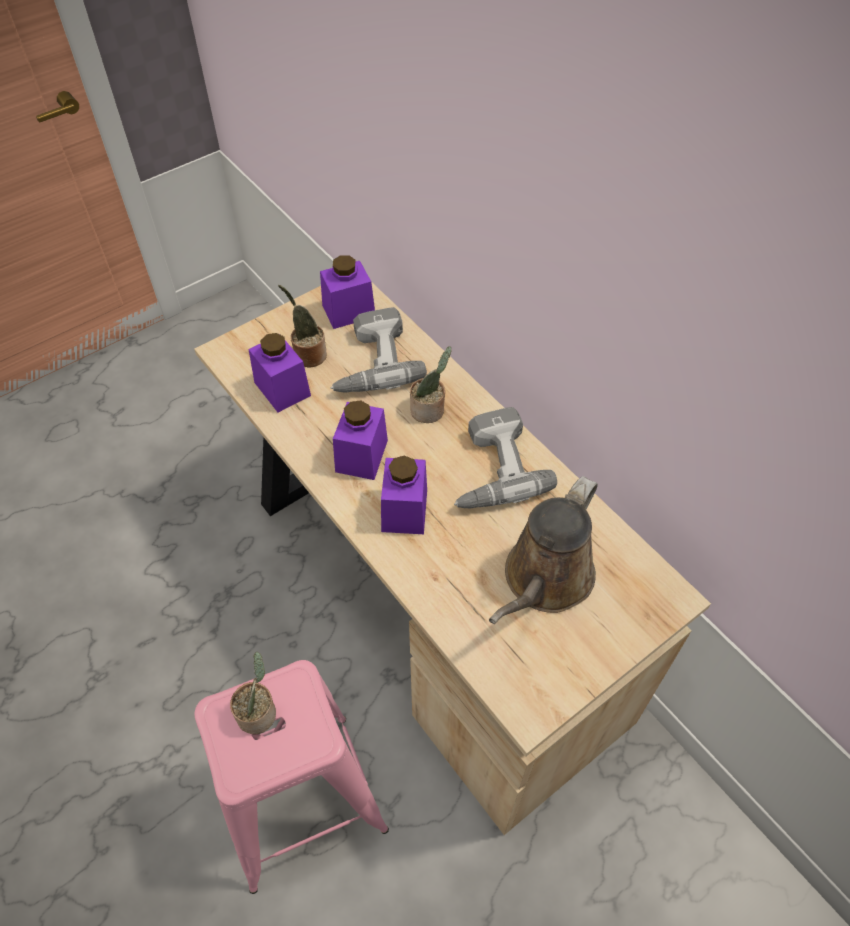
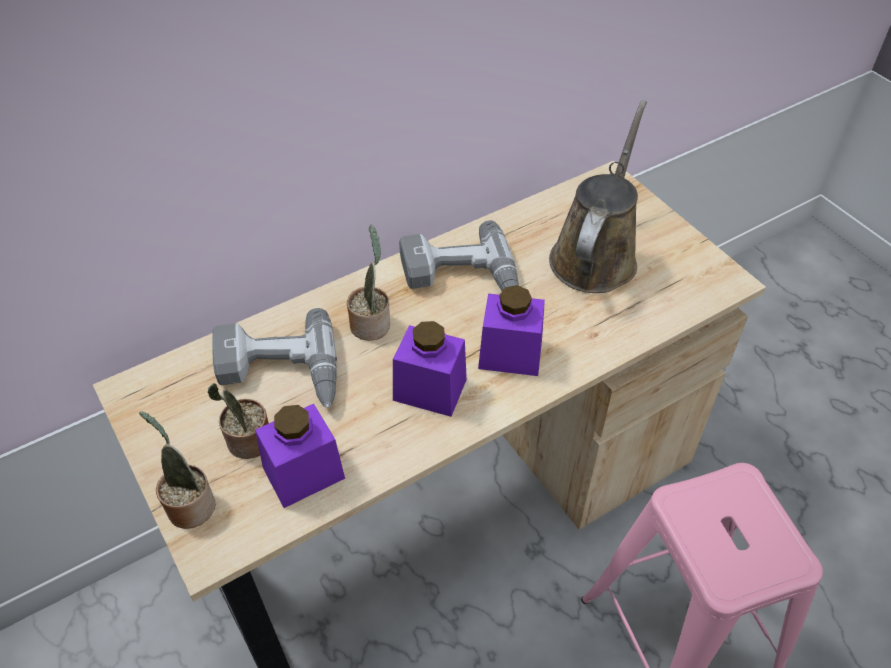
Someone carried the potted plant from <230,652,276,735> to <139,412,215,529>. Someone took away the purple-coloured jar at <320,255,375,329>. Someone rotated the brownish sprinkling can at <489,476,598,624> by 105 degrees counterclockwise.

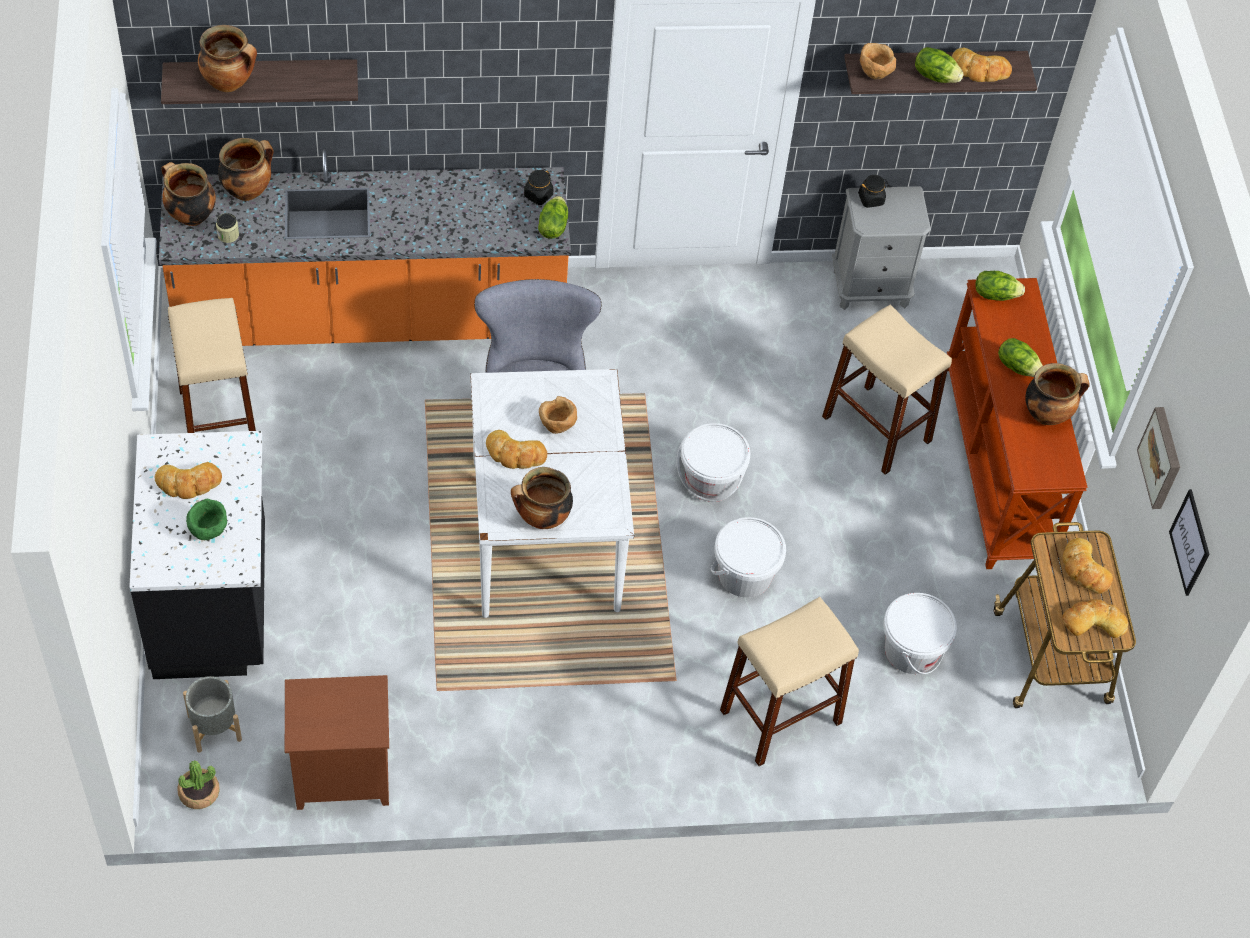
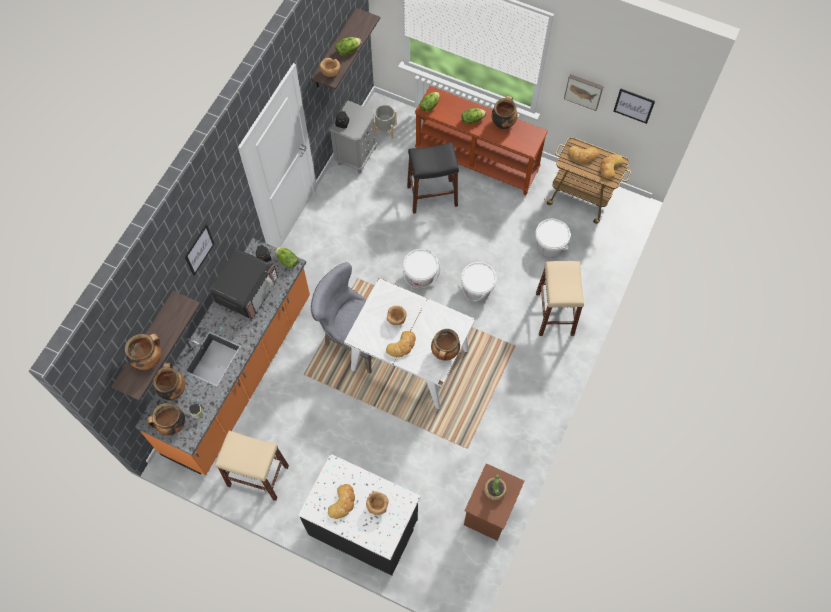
Someone carried the potted plant from <177,760,220,809> to <484,475,507,500>. Someone carried the grey flower pot from <183,676,242,753> to <374,105,397,139>. Someone repainted the green-coloured deep dish at <186,499,227,540>, which became the brownish deep dish at <366,492,388,515>. Someone repainted the beige stool seat at <822,305,952,475>, which became the blackish stool seat at <407,142,459,214>. Someone took away the baked bread at <952,48,1012,82>. Someone put up the wall picture at <185,224,214,276>. Someone put down the kitchen microwave at <210,249,278,319>.

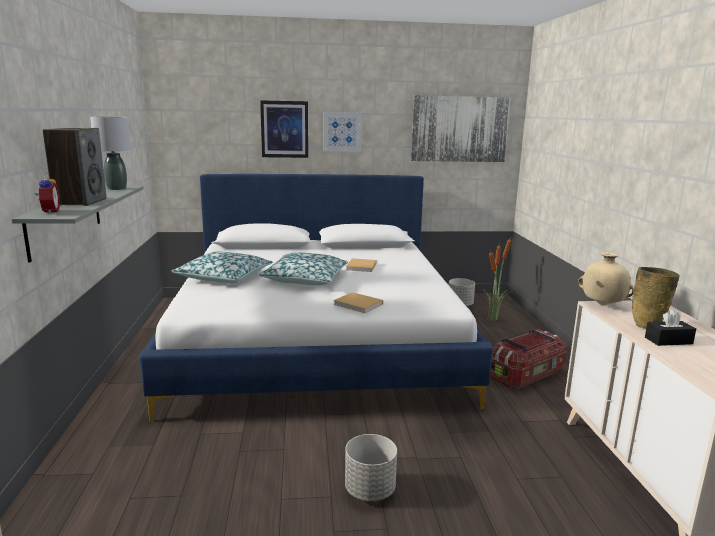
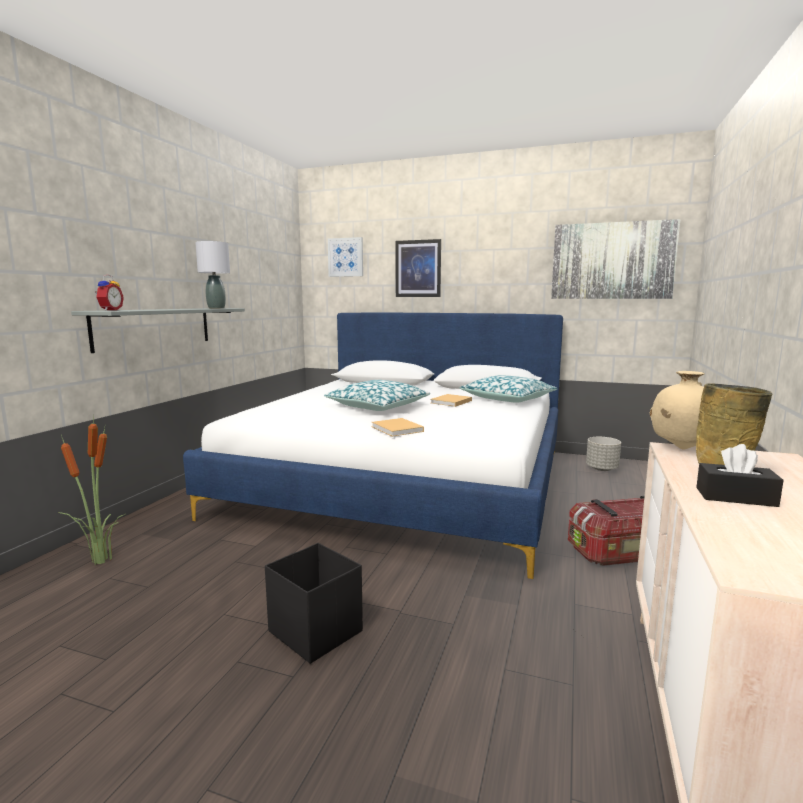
Someone took away the loudspeaker at <43,128,107,206>. Someone carried the throw pillow from <171,251,273,283> to <459,375,558,403>. Someone carried the wall picture from <323,112,362,152> to <328,237,363,277>. Someone swapped the grey flower pot at <345,434,397,501> for the blackish storage bin at <265,543,363,664>. Someone carried the potted plant from <482,238,511,321> to <58,415,125,565>.

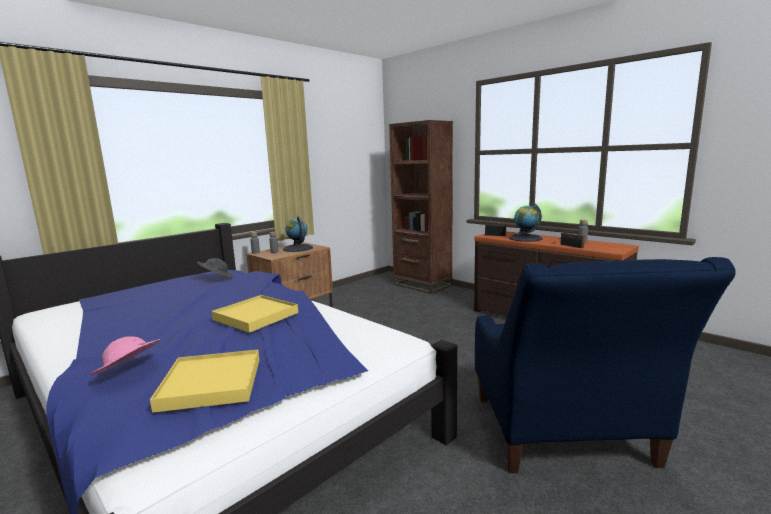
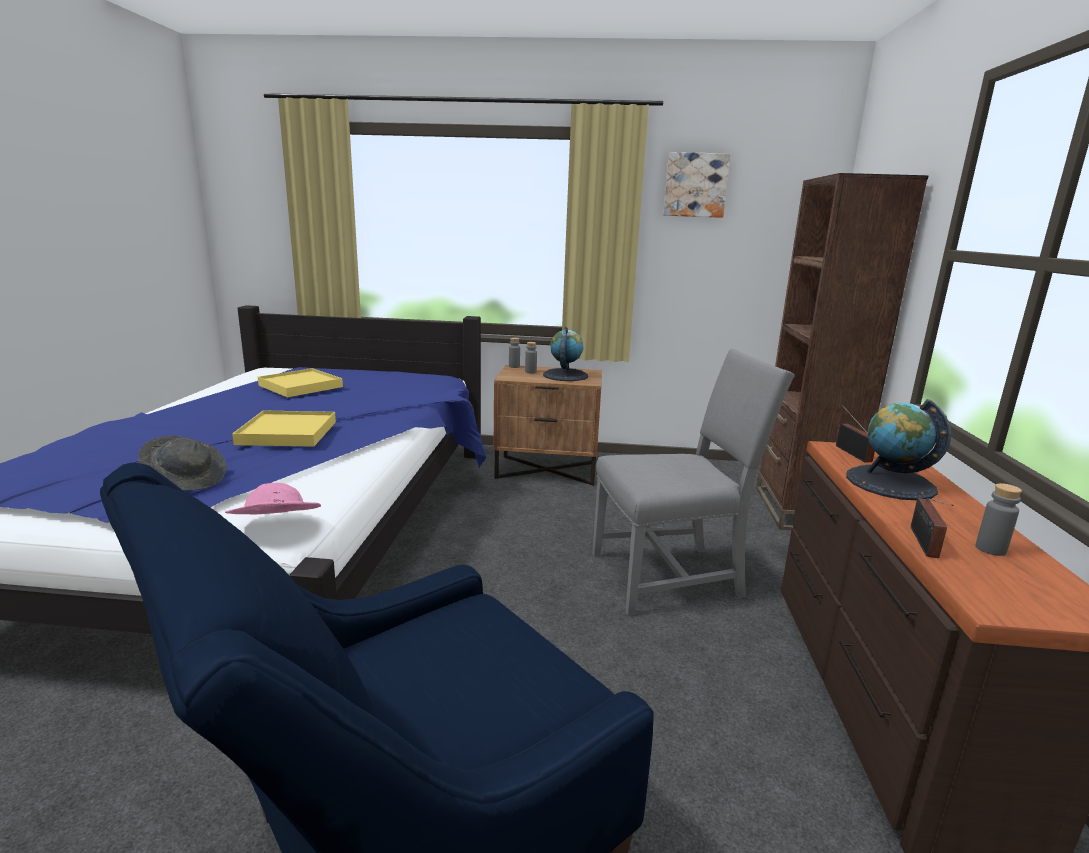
Someone carried the pinkish hat from <89,336,160,376> to <225,483,321,514>. Someone carried the yellow tray from <150,350,259,413> to <258,368,343,397>. Someone carried the grey hat from <197,258,234,277> to <138,436,226,491>. Someone put down the grey plain chair at <592,349,795,616>. Someone put up the wall picture at <663,152,731,218>.

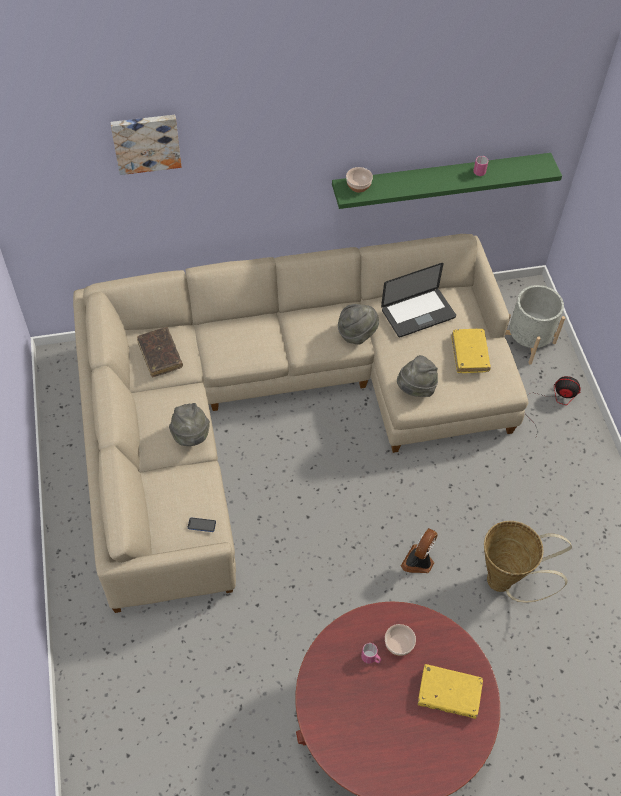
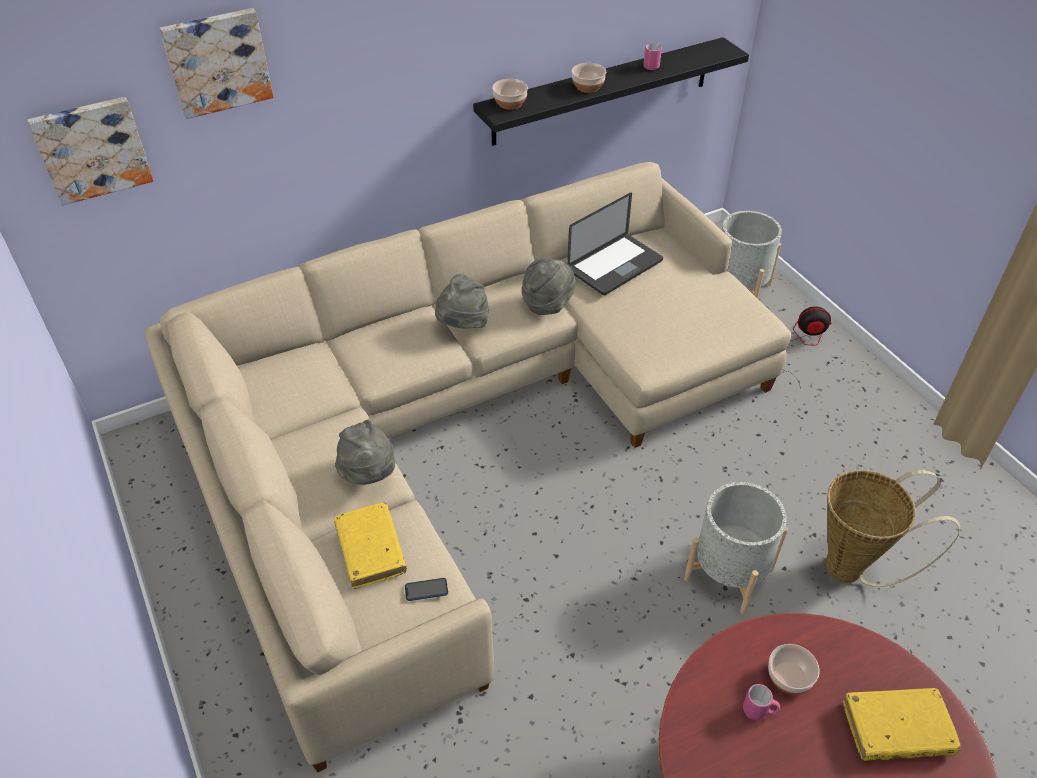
Someone took away the brownish book at <137,327,183,377>. Someone repainted the green-coloured bracket shelf at <332,153,562,209>, which became the blackish bracket shelf at <473,37,749,146>. Someone carried the grey hat from <397,355,438,397> to <435,274,489,328>. Someone swapped the fan at <401,528,438,573> for the grey flower pot at <684,482,788,614>. Someone carried the yellow book from <451,329,491,373> to <334,503,407,589>. Someone put up the wall picture at <27,97,153,205>. Someone put down the deep dish at <571,63,606,93>.

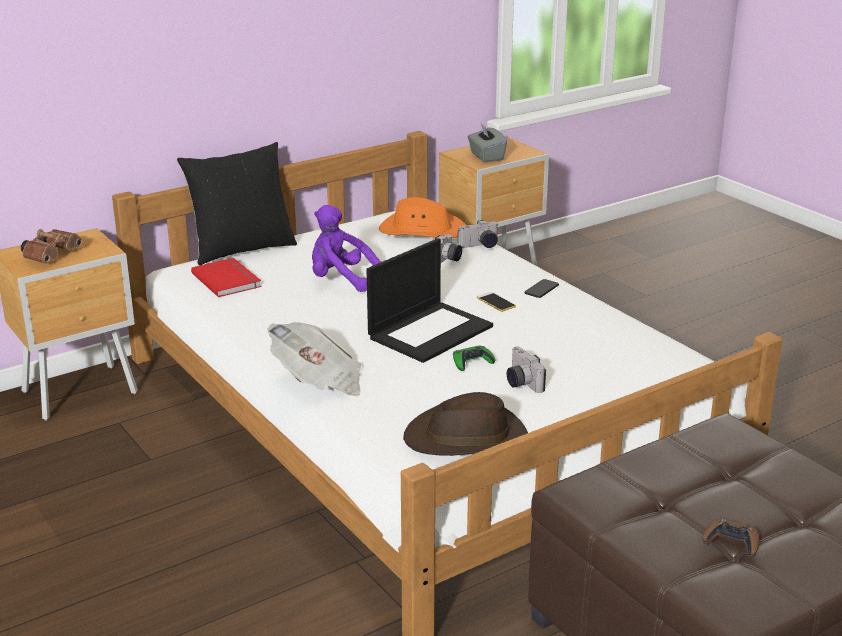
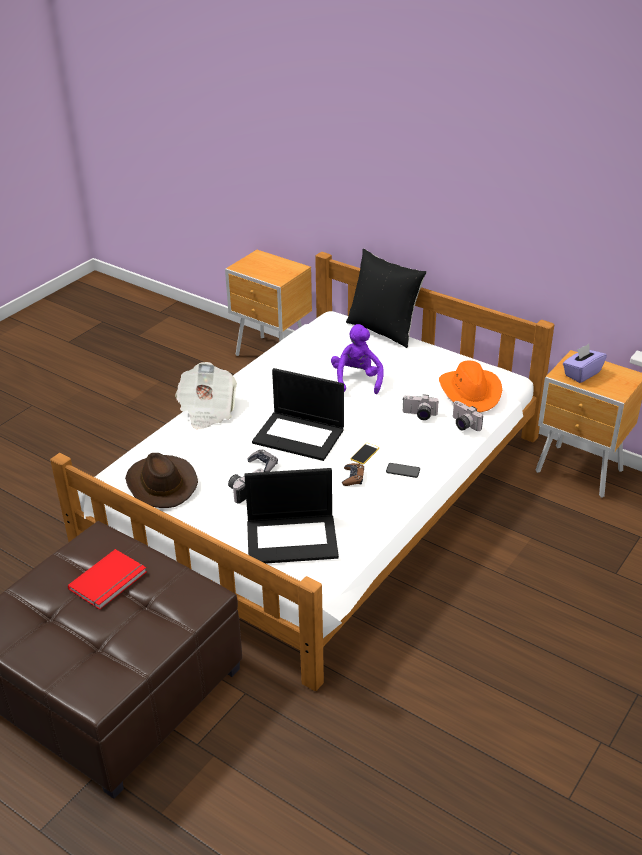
Someone took away the brownish binoculars at <21,229,83,264>. Someone carried the reddish book from <191,258,262,297> to <68,549,147,610>. Someone repainted the green-coloured gamepad at <453,346,495,371>, which became the grey gamepad at <247,450,278,472>. Someone repainted the grey tissue box at <468,124,507,162>, which became the purple-coloured tissue box at <563,344,607,383>. Someone carried the brownish gamepad from <703,518,759,557> to <342,463,364,486>. Someone put down the laptop at <244,468,339,564>.

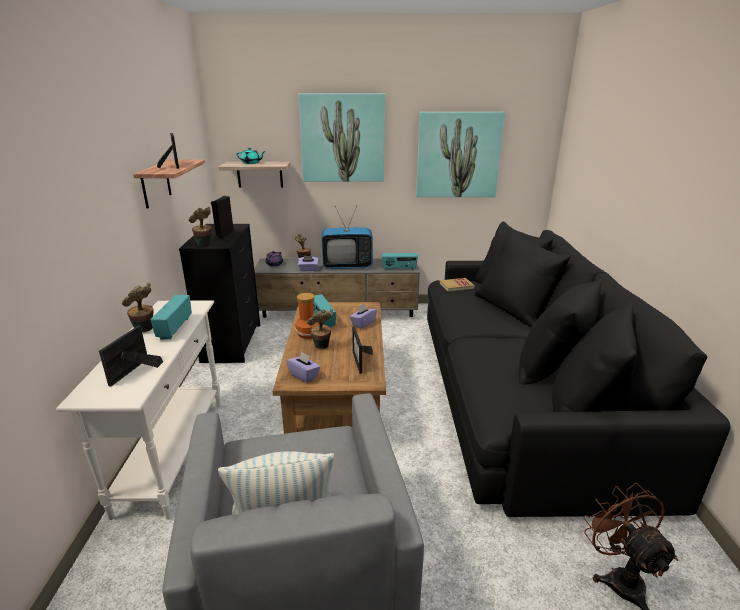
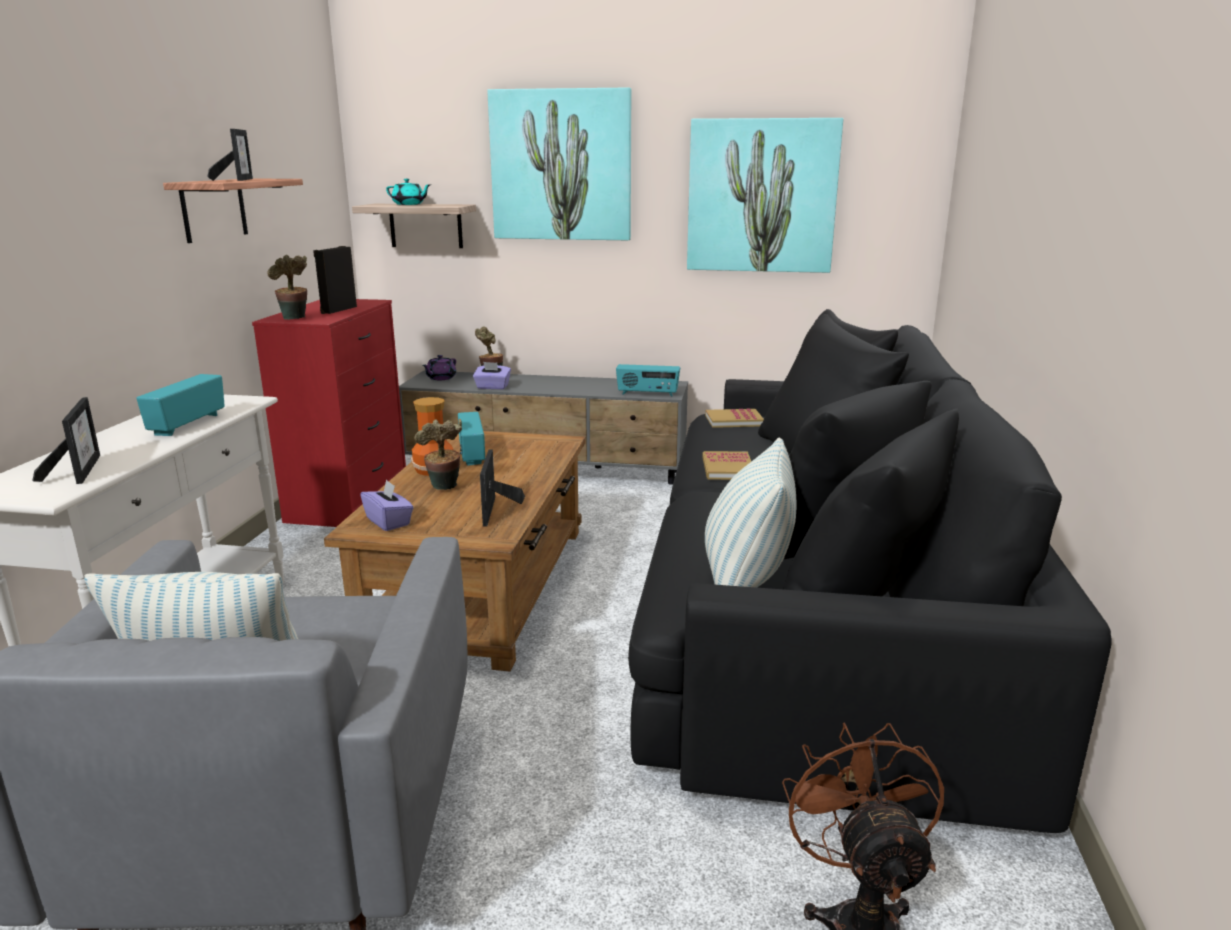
Someone rotated the standing frame at <99,326,163,387> by 135 degrees clockwise. Someone took away the potted plant at <122,283,153,333>. Someone repainted the blackish dresser at <179,224,260,363>, which became the reddish dresser at <252,299,406,527>. Someone took away the TV set at <322,206,373,269>. Someone took away the purple-coloured tissue box at <350,304,377,329>. Someone put down the book at <702,451,751,480>. Someone put down the throw pillow at <705,437,796,588>.

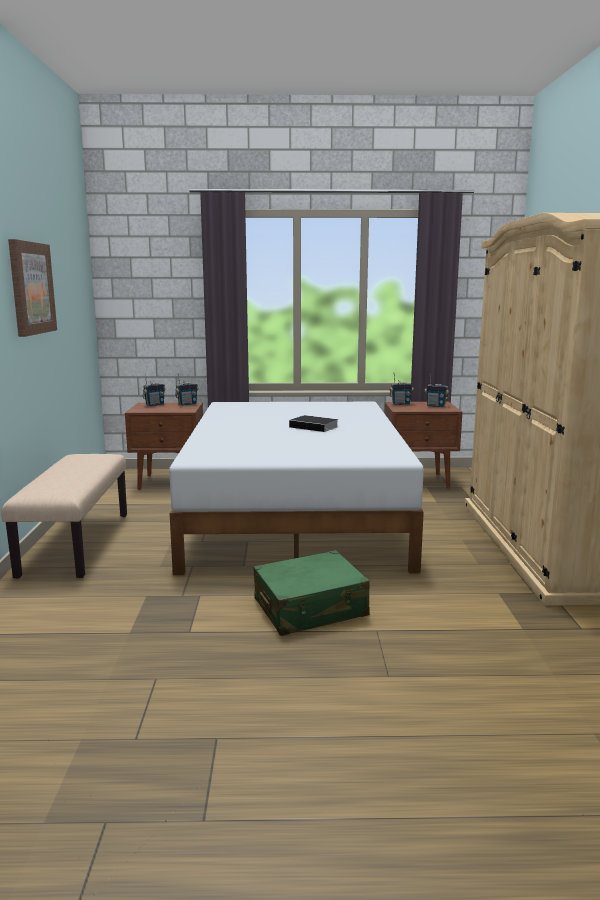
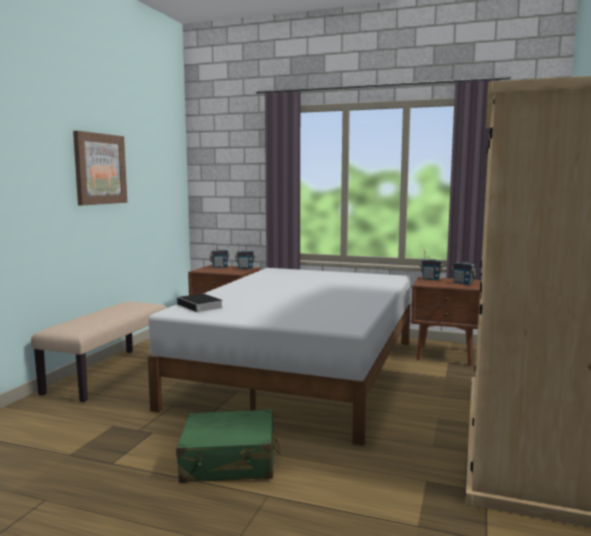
Someone carried the book from <289,415,339,433> to <177,293,223,313>.

